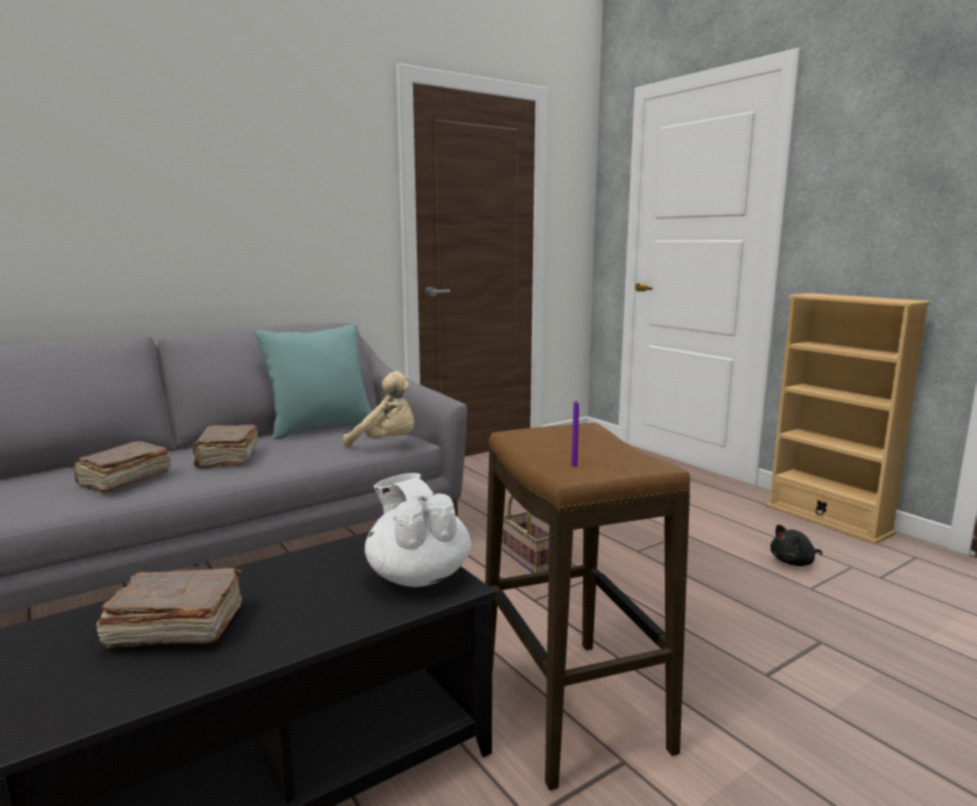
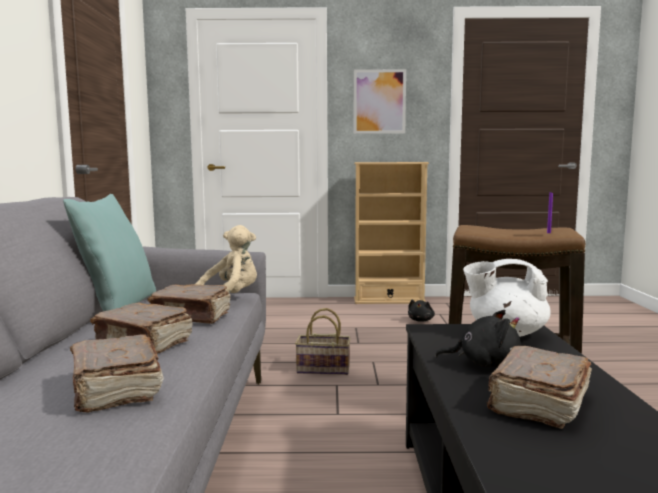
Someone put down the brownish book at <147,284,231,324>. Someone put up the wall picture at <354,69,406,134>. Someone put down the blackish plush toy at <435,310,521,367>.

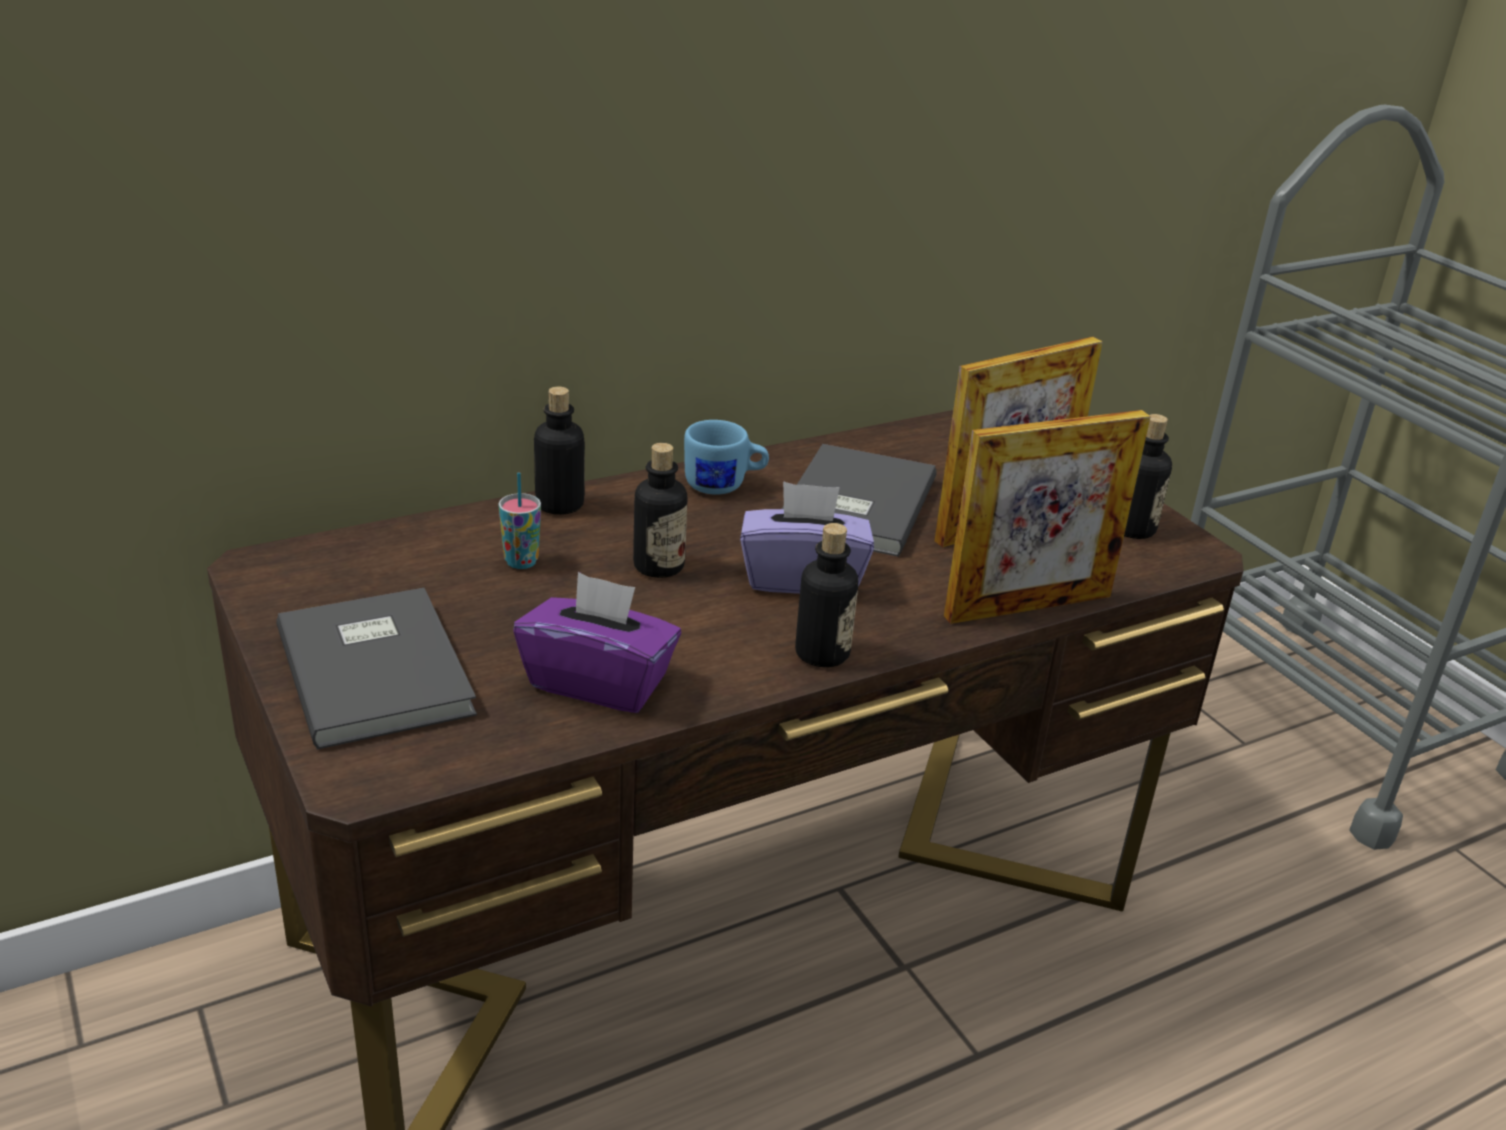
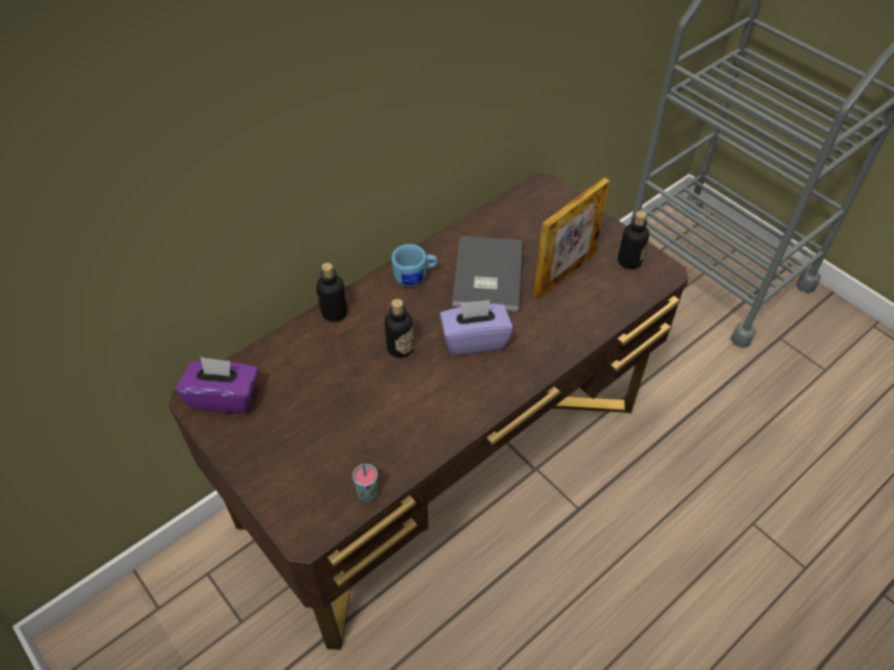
Someone took away the grey book at <276,588,477,750>. Someone carried the small cup from <498,473,541,569> to <352,464,378,502>. Someone carried the purple-coloured tissue box from <513,572,681,713> to <176,356,258,413>. Someone took away the drink bottle at <795,523,858,667>. Someone took away the standing frame at <944,410,1151,624>.

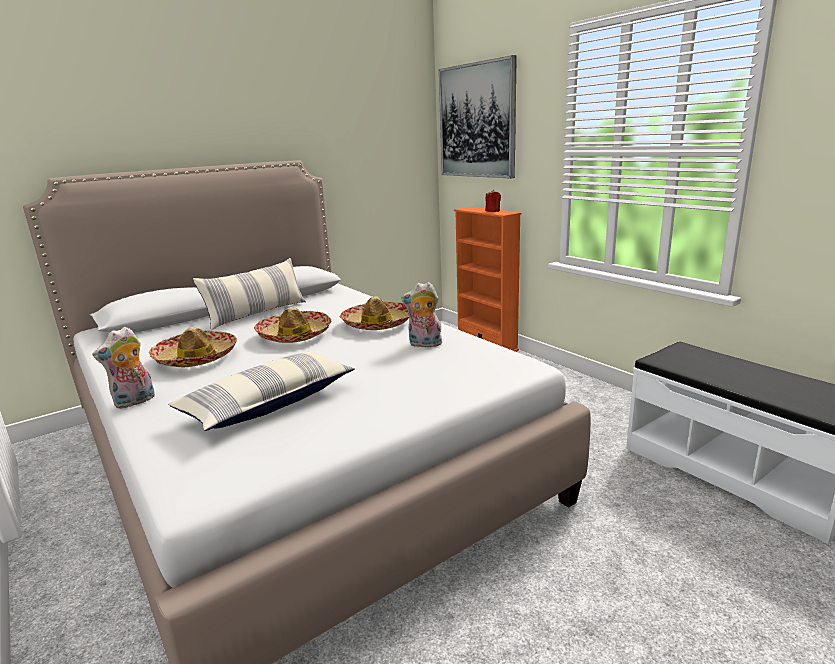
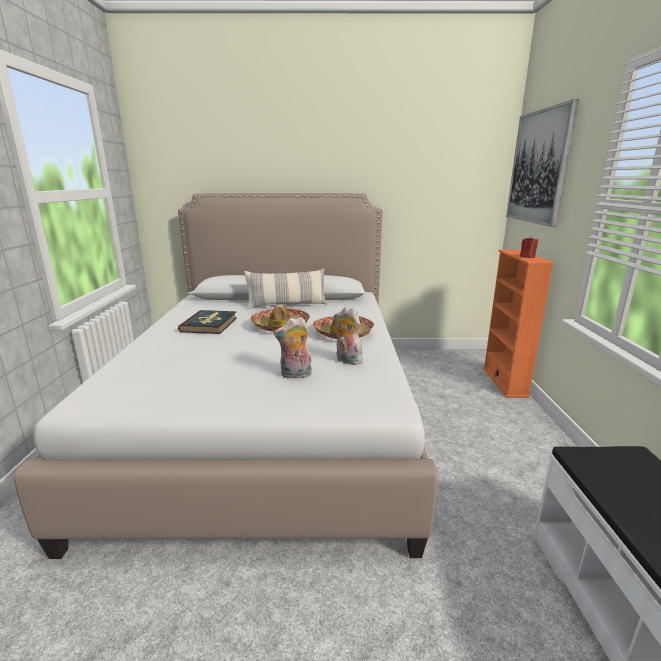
Someone carried the plush toy from <92,326,155,409> to <274,317,312,379>. Someone swapped the hat at <149,327,237,368> for the book at <178,310,237,334>. Someone took away the throw pillow at <168,352,355,431>.

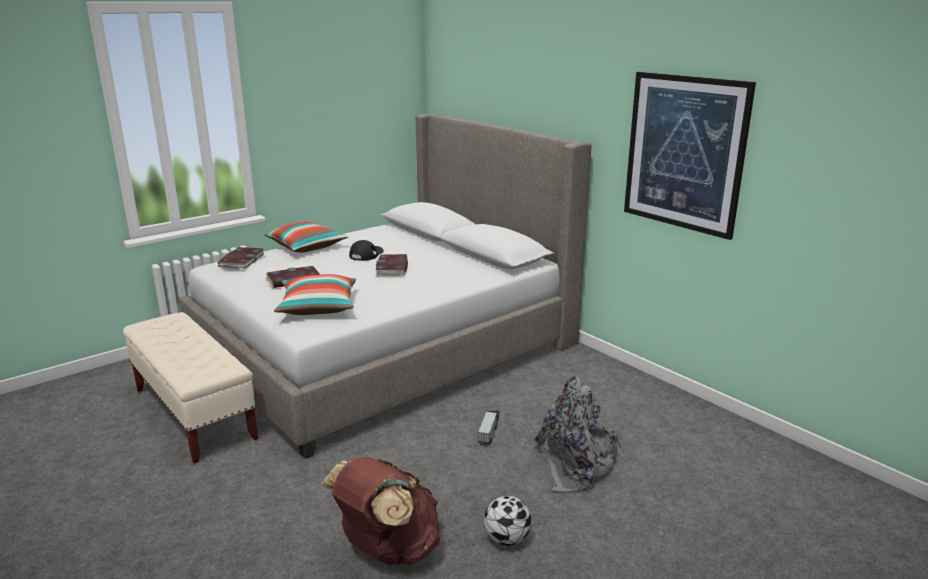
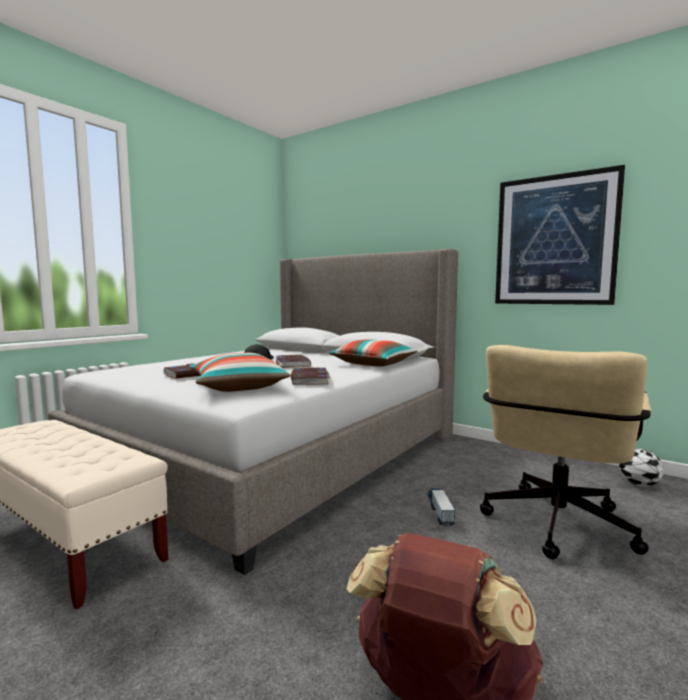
Someone carried the book from <218,247,264,269> to <291,368,330,385>. Someone carried the throw pillow from <264,221,348,252> to <329,339,418,367>. Someone carried the football from <484,496,531,546> to <620,449,664,487>. Someone swapped the grey knapsack at <535,376,623,491> for the beige computer chair at <480,345,651,559>.

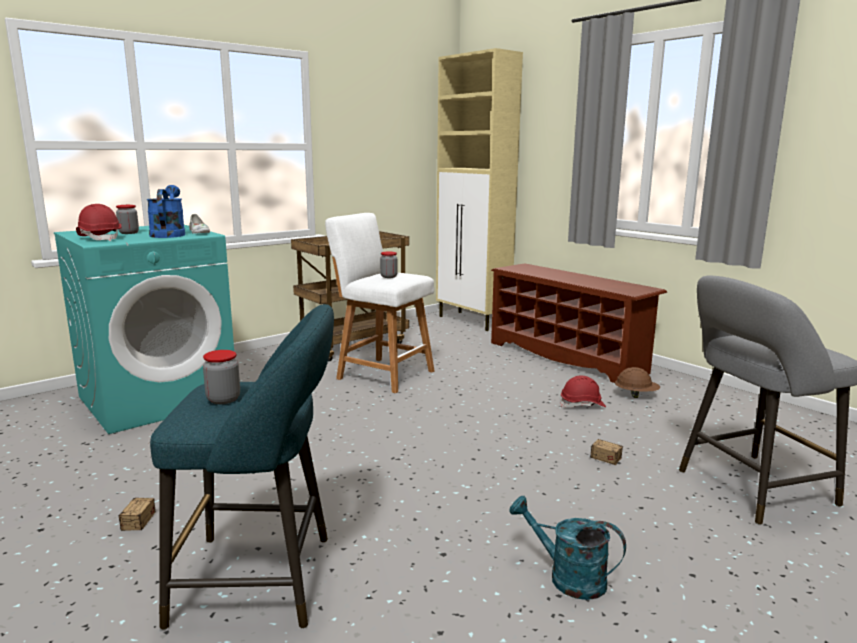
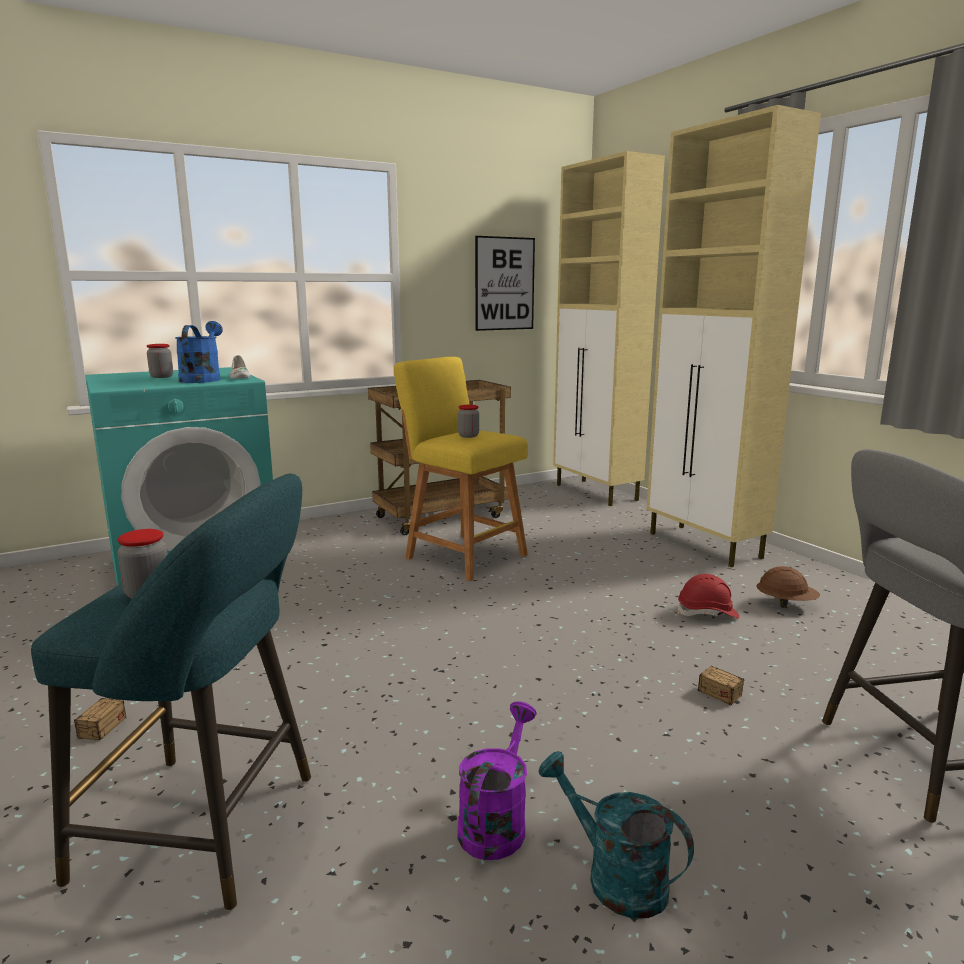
Someone took away the reddish safety helmet at <76,204,121,241>. Someone repainted the whitish stool seat at <325,213,435,393>, which became the yellow stool seat at <394,357,528,581>. Someone swapped the brownish shoe stand at <491,263,667,383> for the beige cabinet at <647,105,821,567>. Someone put down the purple-coloured sprinkling can at <457,702,537,860>. Someone put up the wall picture at <475,236,535,331>.

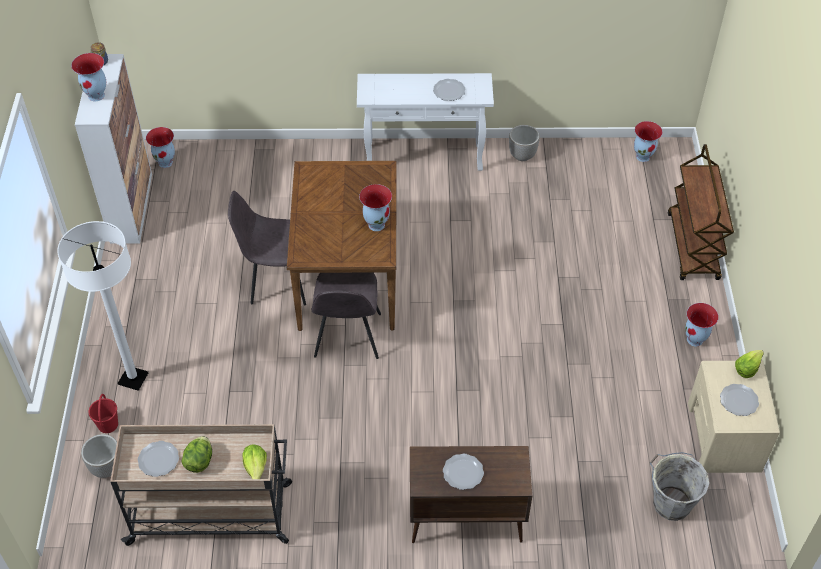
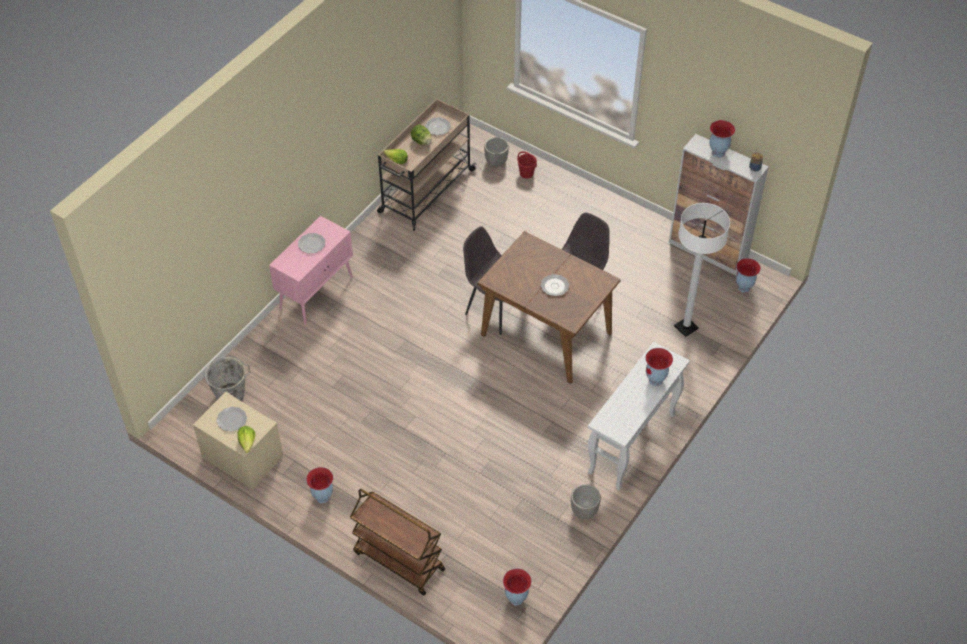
Someone carried the whitish standing lamp from <57,221,148,391> to <674,203,730,337>. Someone carried the decorative vase from <359,184,392,231> to <645,348,673,386>. Someone repainted the brownish cabinet at <410,446,532,543>, which became the pinkish cabinet at <269,216,353,325>. Someone carried the dinner plate from <433,79,465,101> to <541,274,569,296>.

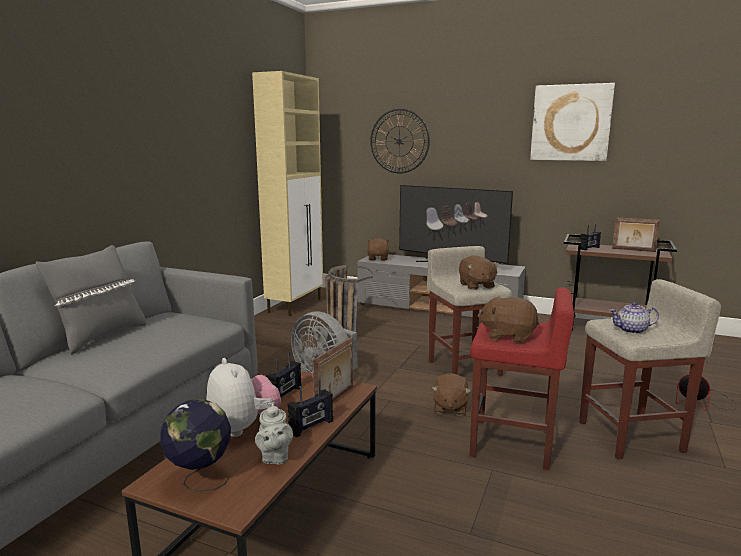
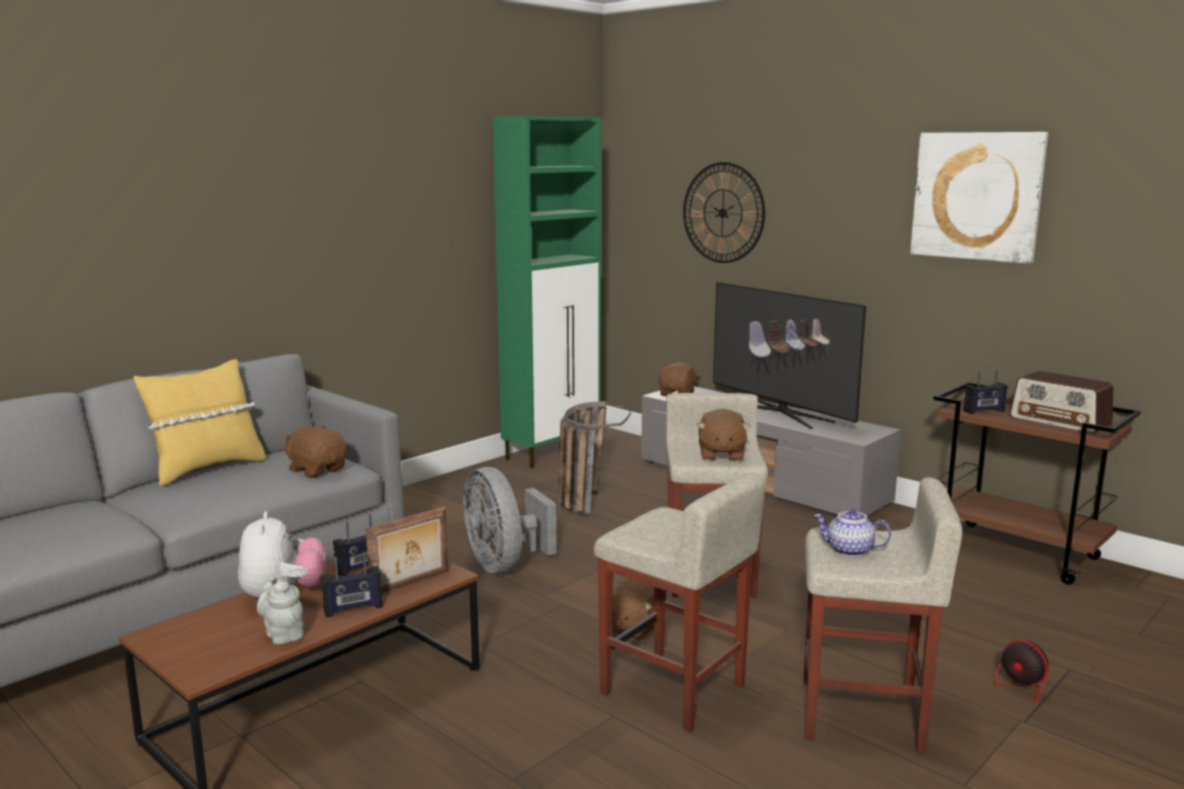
Someone repainted the grey throw pillow at <36,245,146,355>, which became the yellow throw pillow at <133,359,266,487>. Someone took away the globe at <160,399,231,492>. Someone repainted the beige cabinet at <252,71,323,316>, which became the green-coloured cabinet at <493,116,601,468>. Someone rotated the grey tea pot at <255,403,293,464> by 135 degrees clockwise. Someone repainted the reddish stool seat at <470,287,574,470>, which became the beige stool seat at <594,473,765,732>. Someone carried the brownish plush toy from <477,296,539,343> to <282,426,347,478>. Someone swapped the standing frame at <612,218,660,252> for the radio receiver at <1010,371,1113,434>.

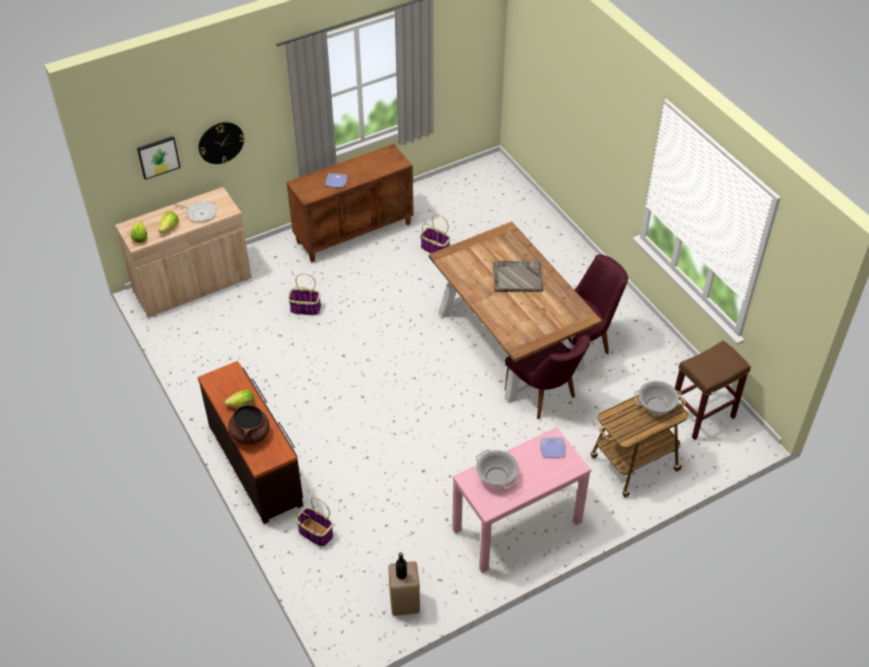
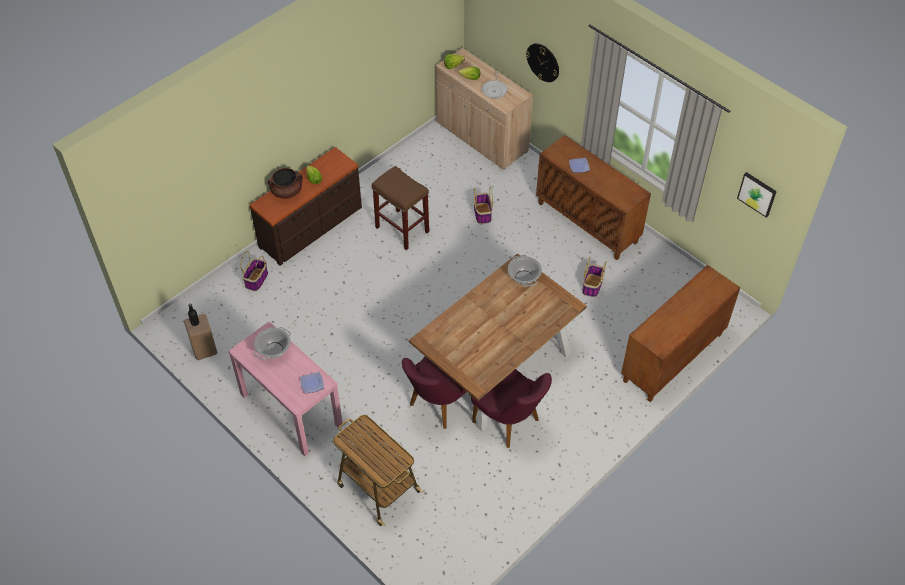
Someone carried the wall picture from <137,136,181,180> to <737,172,777,218>. Someone took away the grey tray at <493,261,543,292>. Someone carried the saucepot from <634,381,683,415> to <508,255,542,287>. Someone carried the brownish stool seat from <671,340,751,440> to <372,166,429,250>. Someone put down the brownish cabinet at <621,265,740,402>.

